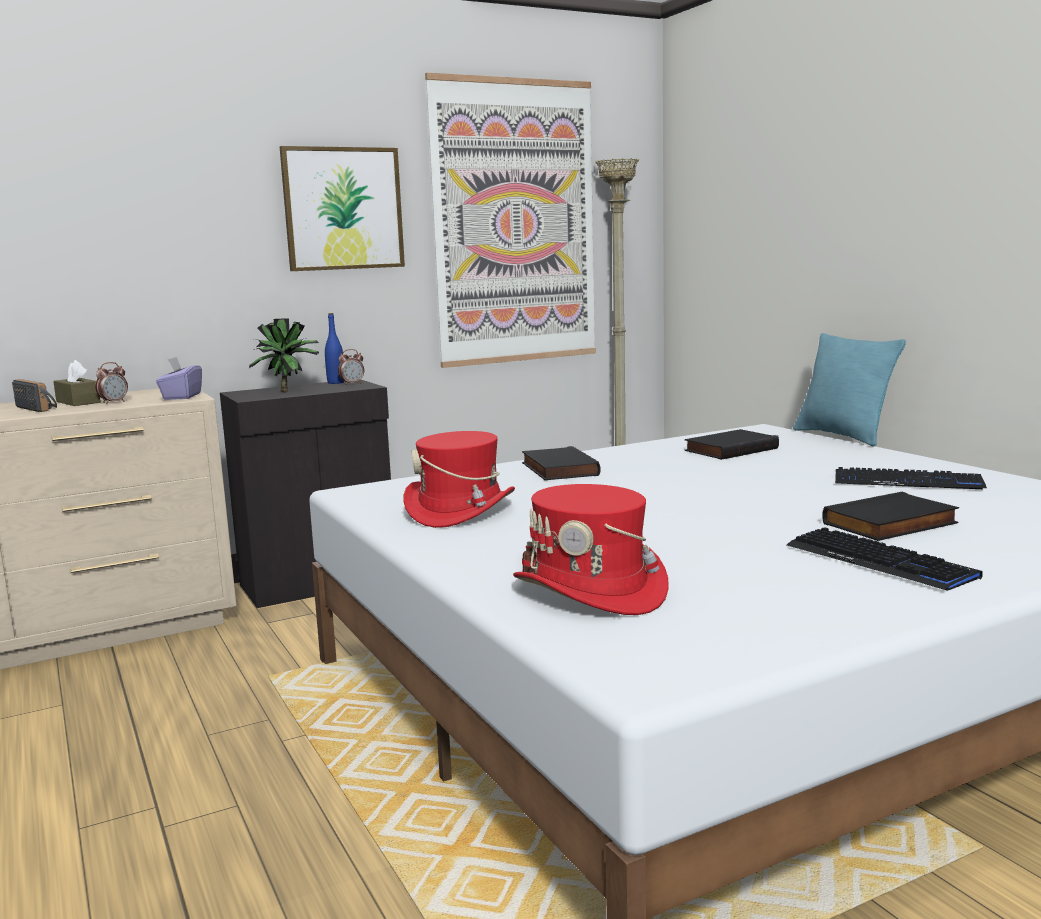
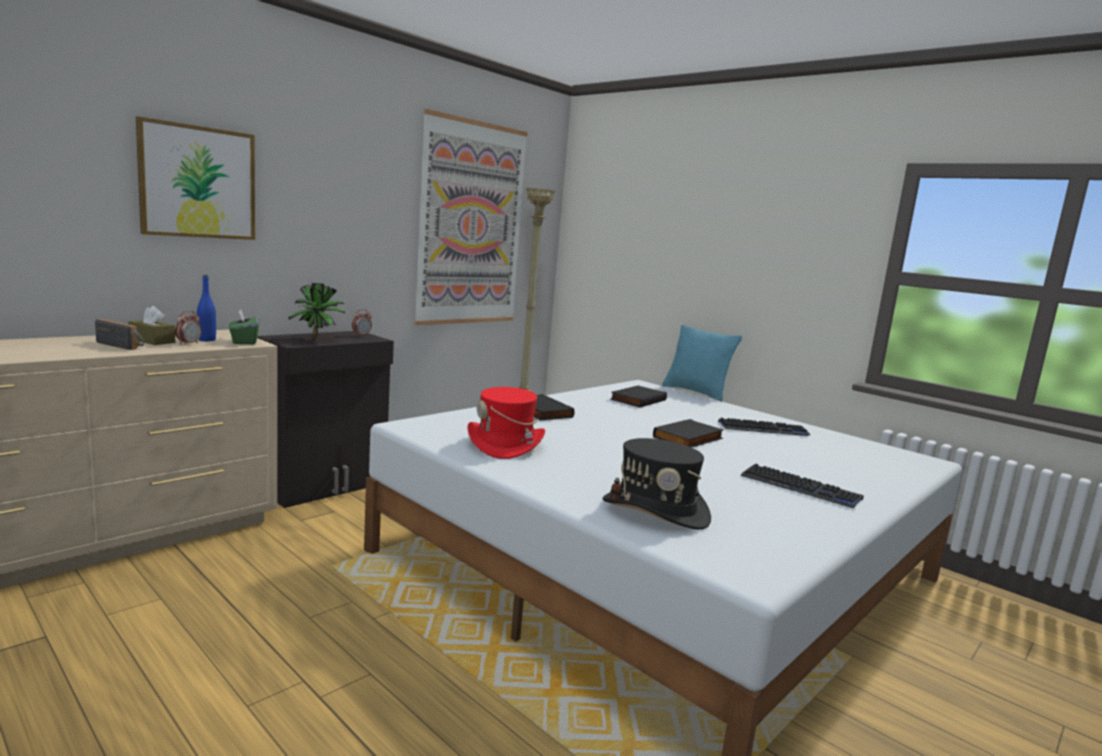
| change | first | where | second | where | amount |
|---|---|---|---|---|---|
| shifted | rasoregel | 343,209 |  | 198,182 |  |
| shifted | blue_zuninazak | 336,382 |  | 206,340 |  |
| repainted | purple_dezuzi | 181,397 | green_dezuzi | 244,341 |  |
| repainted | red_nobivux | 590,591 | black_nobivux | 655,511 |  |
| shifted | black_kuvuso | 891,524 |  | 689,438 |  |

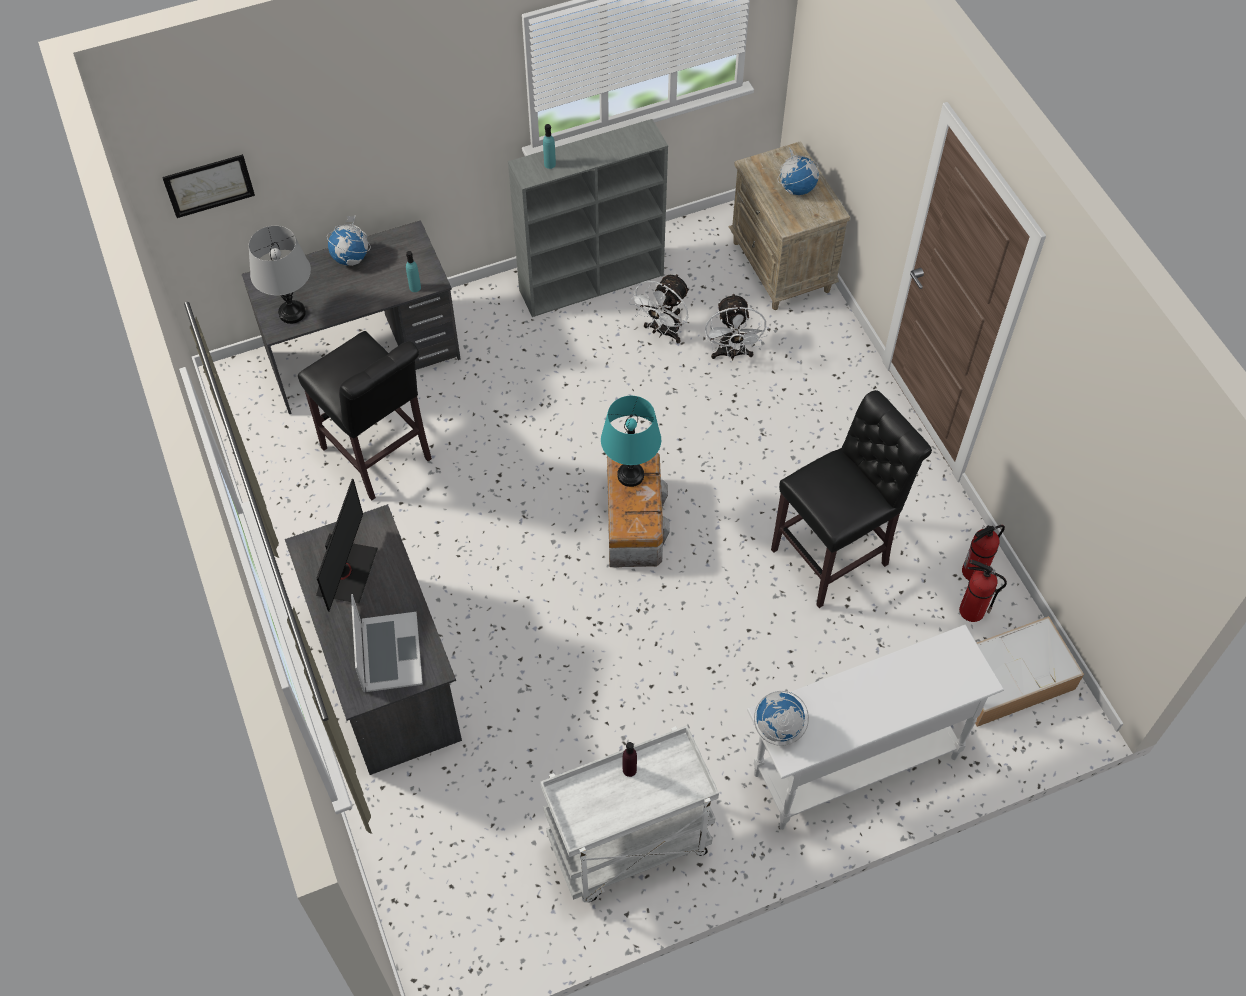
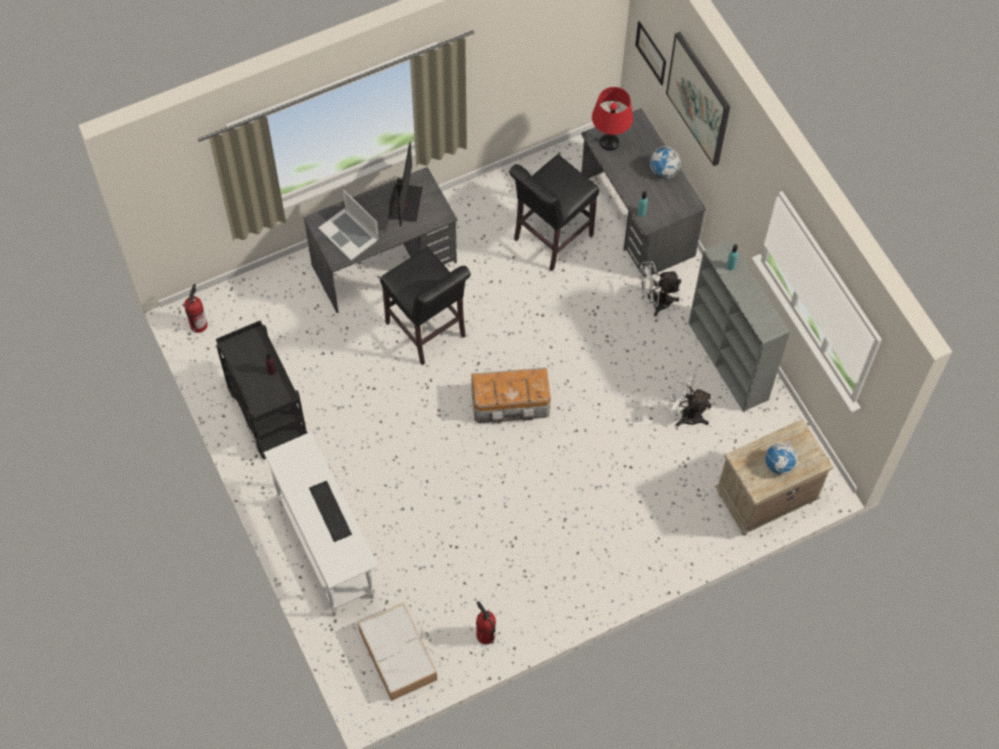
| change | first | where | second | where | amount |
|---|---|---|---|---|---|
| shifted | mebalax | 970,611 |  | 198,324 |  |
| repainted | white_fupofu | 628,847 | black_fupofu | 266,414 |  |
| new |  |  | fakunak | 329,511 |  |
| rotated | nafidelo | 389,652 |  | 349,233 | 60 degrees clockwise |
| shifted | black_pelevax | 835,555 |  | 428,332 |  |
| rotated | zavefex | 346,572 |  | 404,203 | 90 degrees counterclockwise |
| repainted | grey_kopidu | 292,313 | red_kopidu | 609,143 |  |
| shifted | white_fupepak | 731,354 |  | 655,302 |  |
| new |  |  | rasoregel | 699,98 |  |
| gone | turquoise_kopidu | 630,475 |  |  |  |
| gone | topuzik | 778,728 |  |  |  |

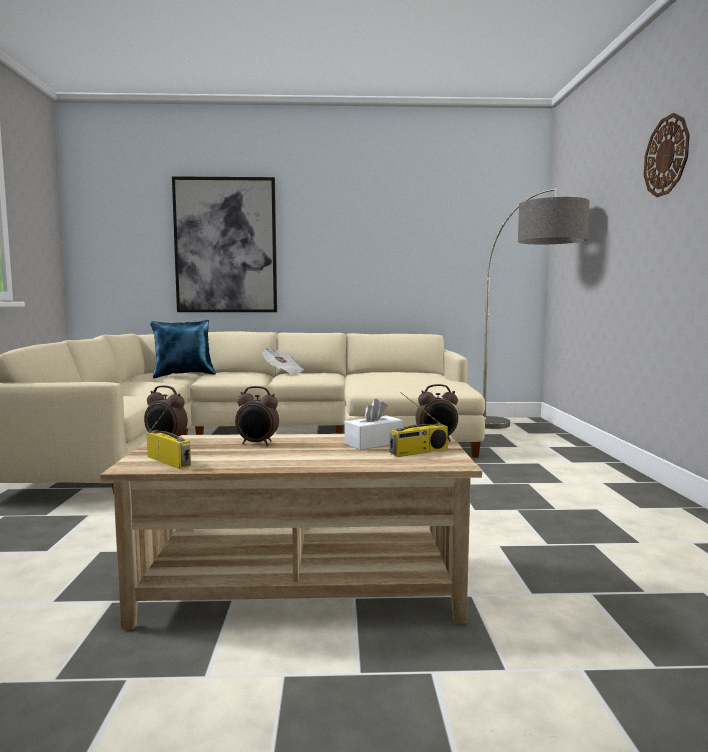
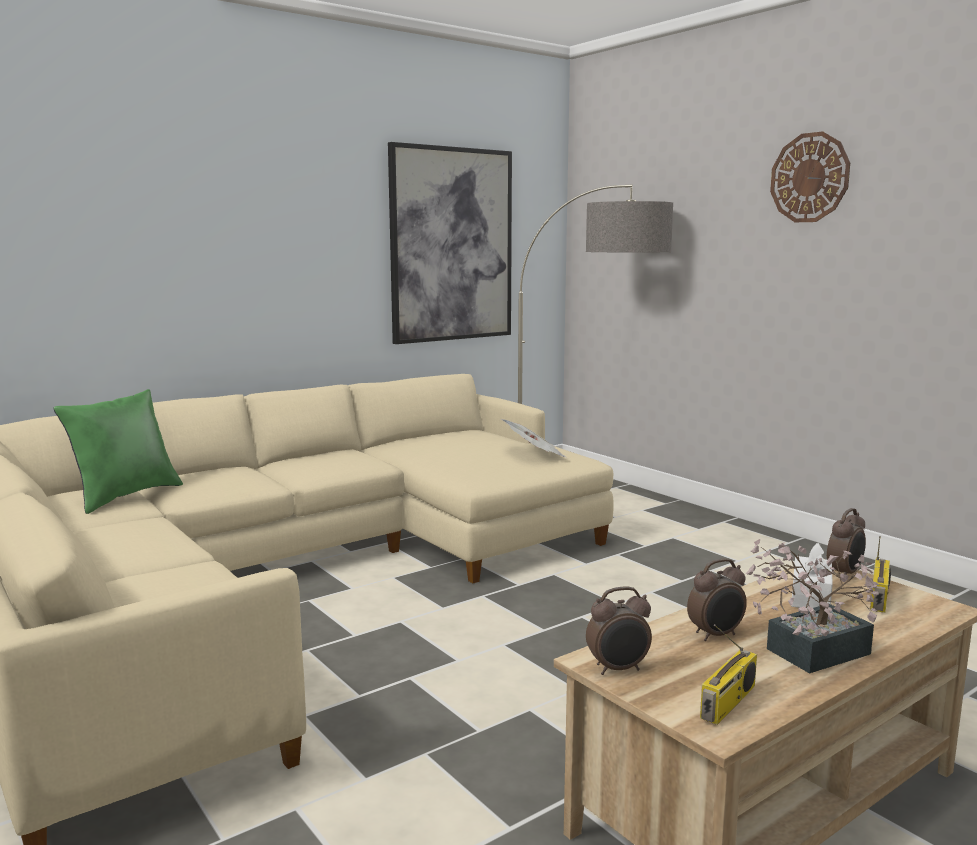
| change | first | where | second | where | amount |
|---|---|---|---|---|---|
| repainted | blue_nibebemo | 183,375 | green_nibebemo | 125,496 |  |
| shifted | rasoregel | 226,246 |  | 451,245 |  |
| shifted | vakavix | 283,373 |  | 534,455 |  |
| rotated | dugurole | 170,461 |  | 728,703 | 120 degrees clockwise |
| new |  |  | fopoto | 808,653 |  |

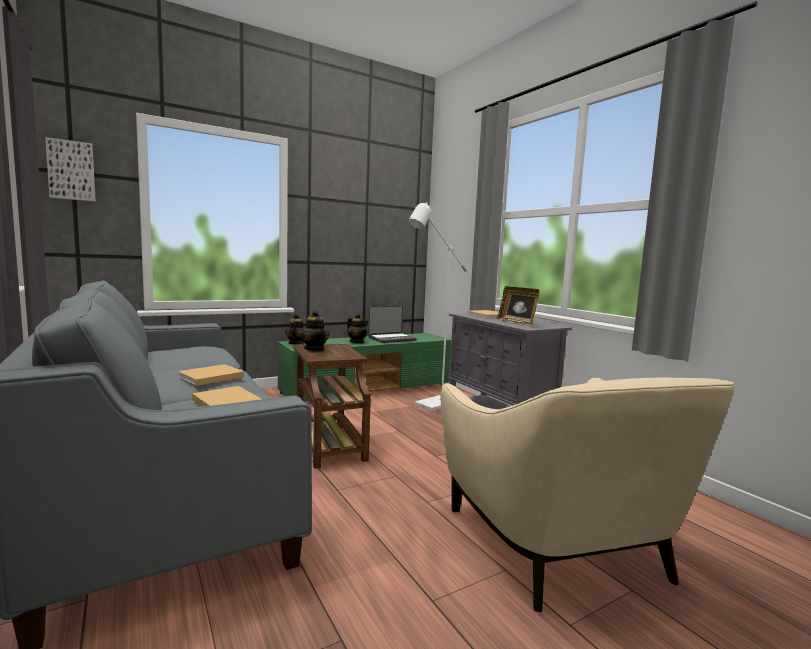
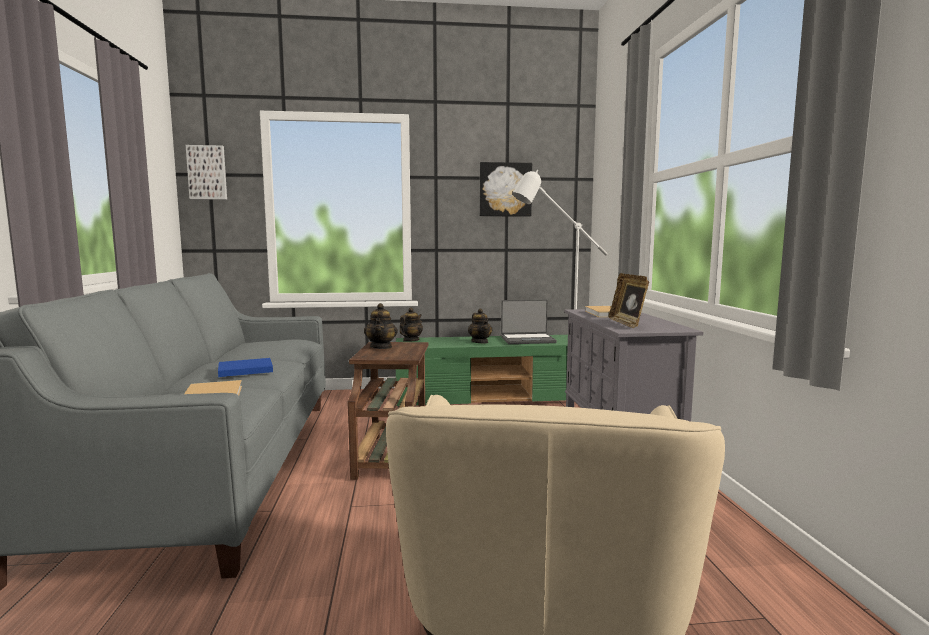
| change | first | where | second | where | amount |
|---|---|---|---|---|---|
| repainted | beige_kuvuso | 209,377 | blue_kuvuso | 243,370 |  |
| new |  |  | rasoregel | 505,189 |  |

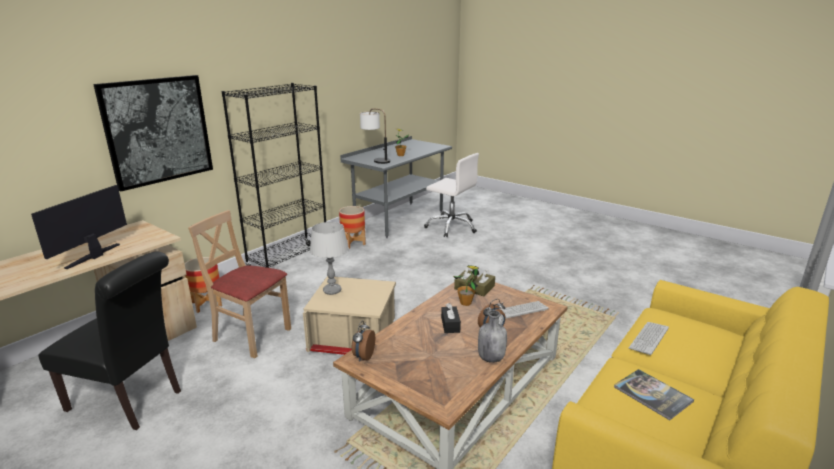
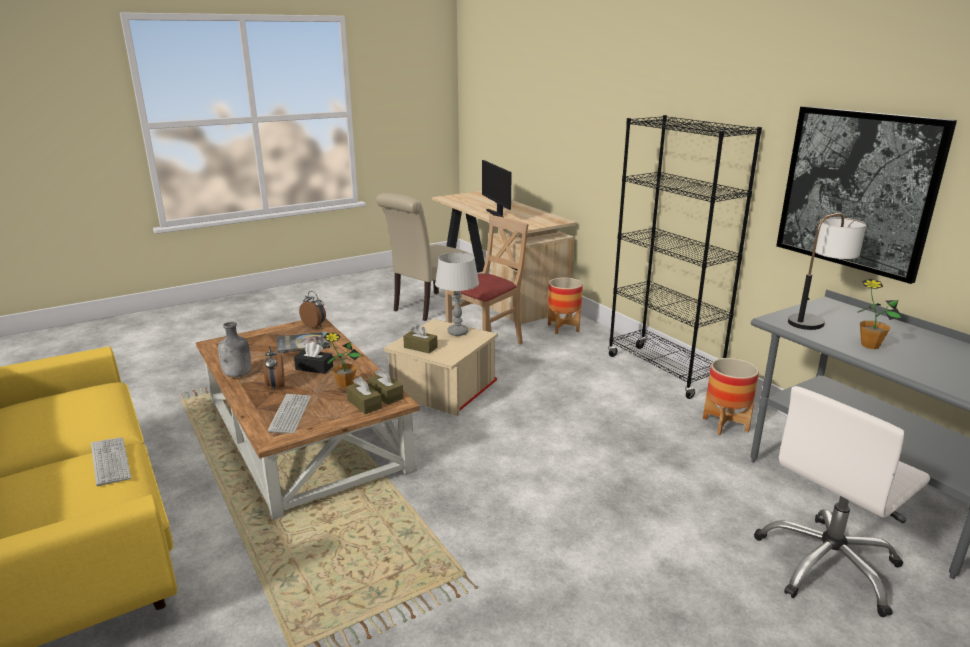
| change | first | where | second | where | amount |
|---|---|---|---|---|---|
| shifted | kuvuso | 652,394 |  | 303,343 |  |
| repainted | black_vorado | 130,401 | beige_vorado | 428,307 |  |
| new |  |  | brown_dezuzi | 420,347 |  |
| rotated | zavefex | 95,256 |  | 497,215 | 150 degrees counterclockwise |
| shifted | rasoregel | 158,131 |  | 857,190 |  |

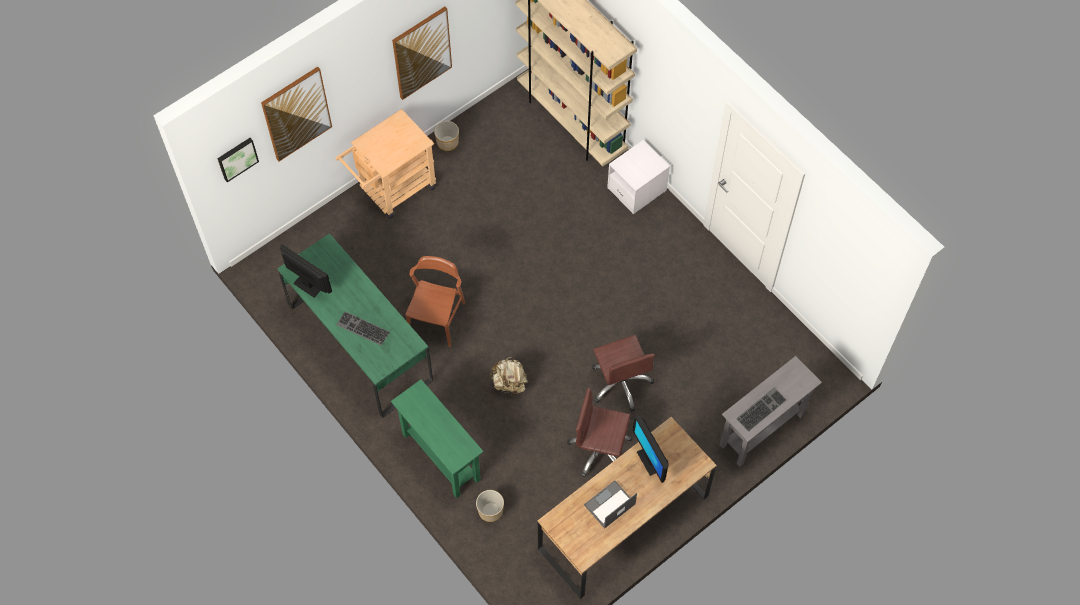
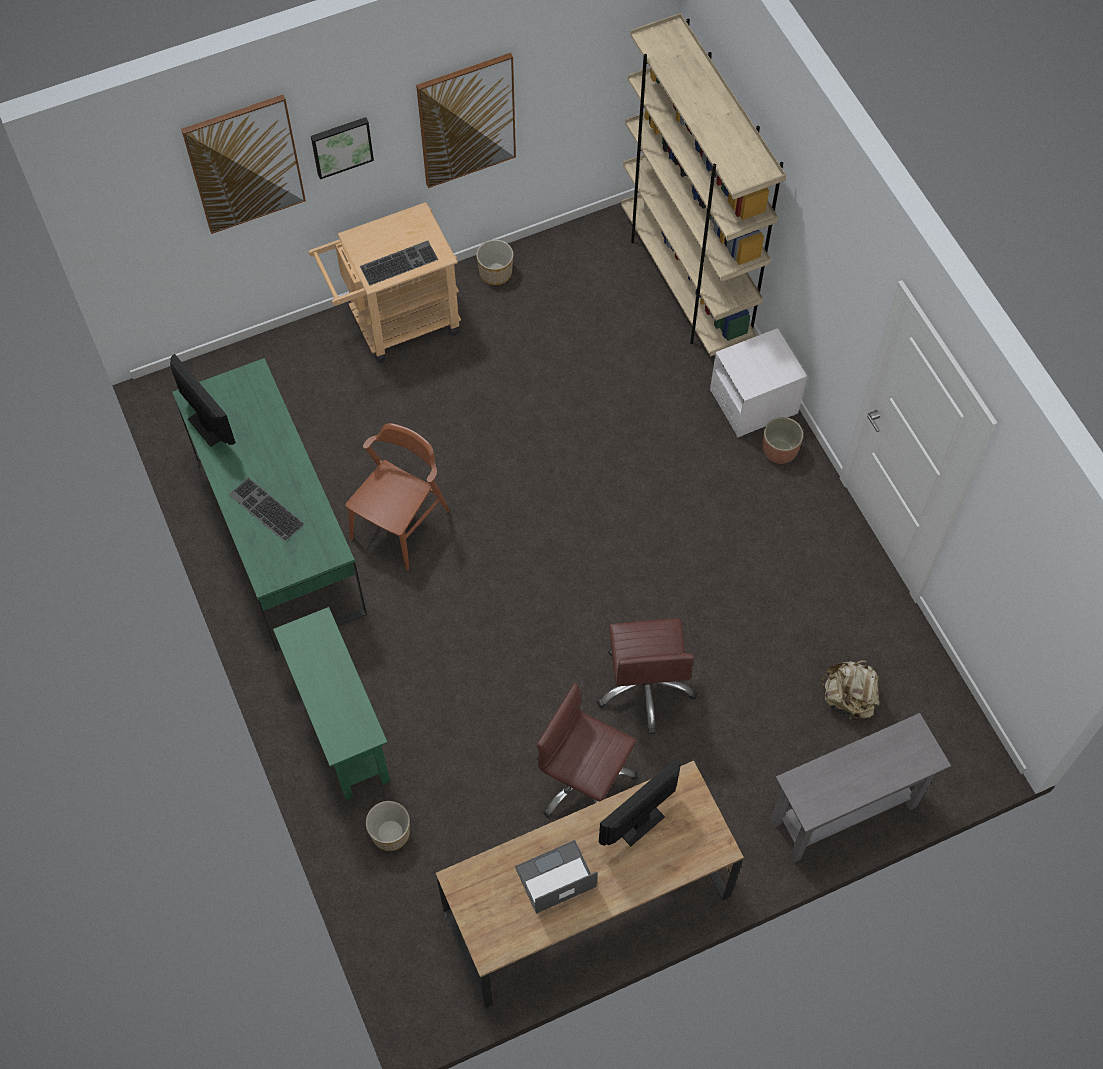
| change | first | where | second | where | amount |
|---|---|---|---|---|---|
| shifted | rasoregel | 237,158 |  | 341,146 |  |
| shifted | fakunak | 761,408 |  | 399,262 |  |
| rotated | zavefex | 649,460 |  | 639,822 | 60 degrees clockwise |
| new |  |  | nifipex | 779,451 |  |
| shifted | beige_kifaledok | 509,383 |  | 848,699 |  |

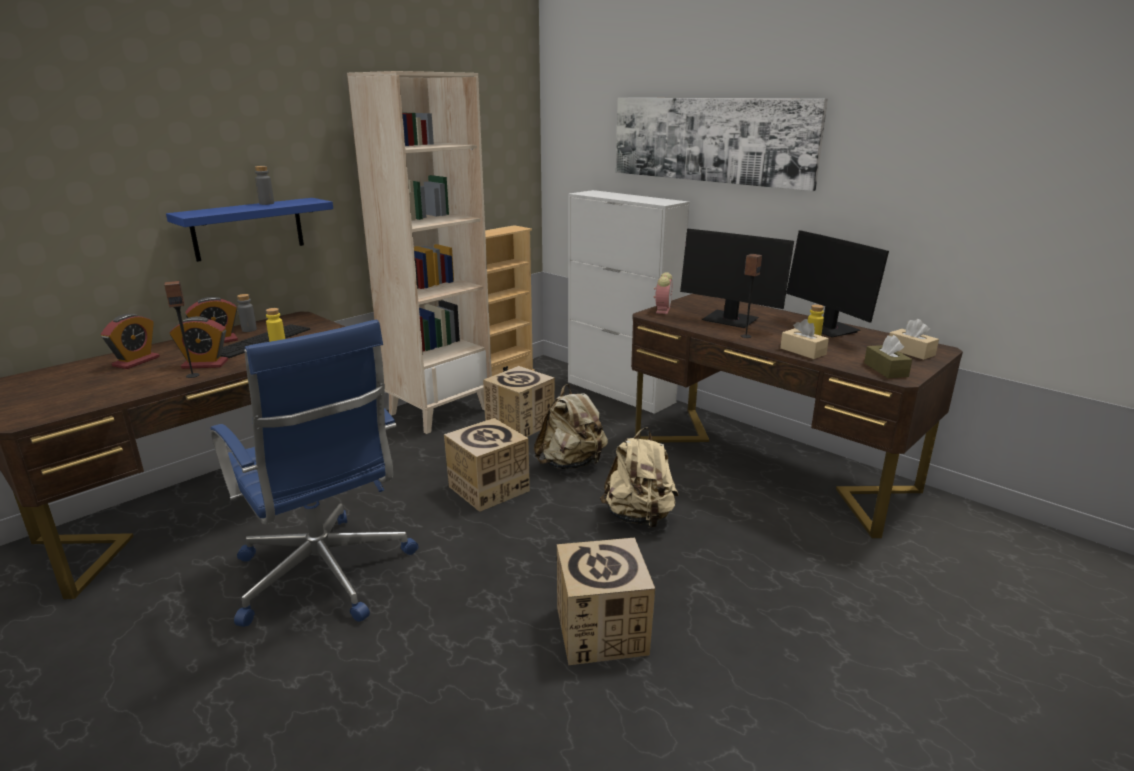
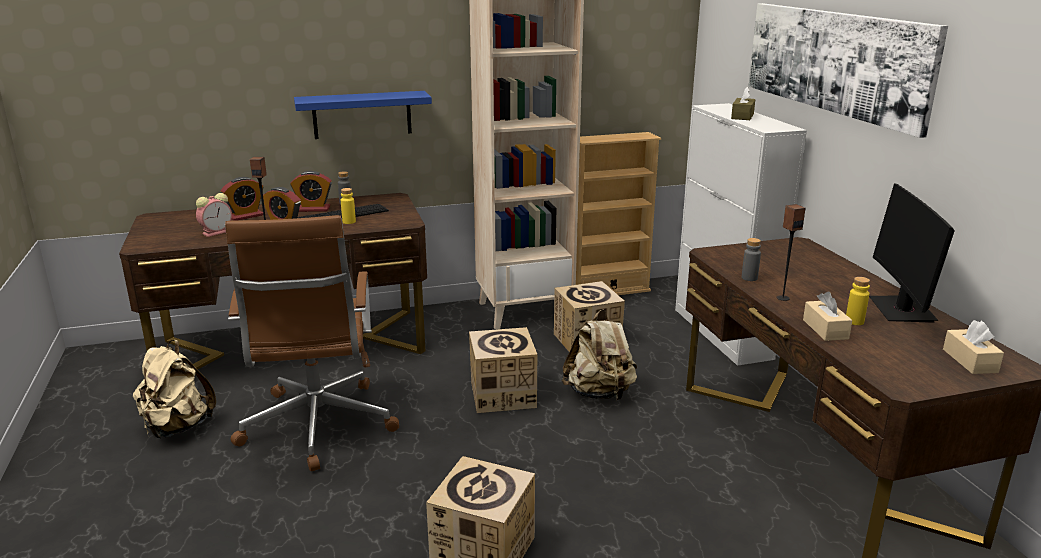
| change | first | where | second | where | amount |
|---|---|---|---|---|---|
| shifted | beige_kifaledok | 639,517 |  | 177,427 |  |
| shifted | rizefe | 662,310 |  | 217,232 |  |
| repainted | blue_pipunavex | 325,576 | brown_pipunavex | 317,427 |  |
| shifted | brown_dezuzi | 885,370 |  | 742,116 |  |
| shifted | grey_zuninazak | 267,203 |  | 749,278 |  |
| gone | zavefex | 730,320 |  |  |  |

